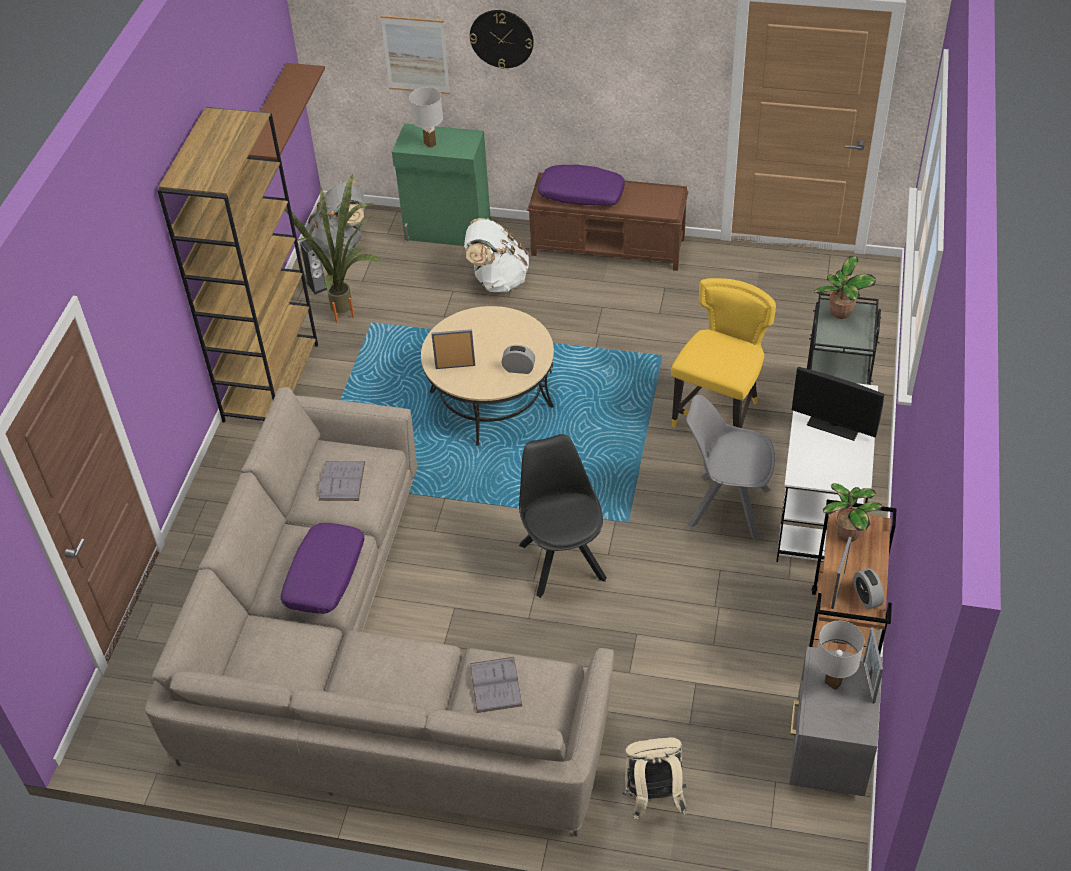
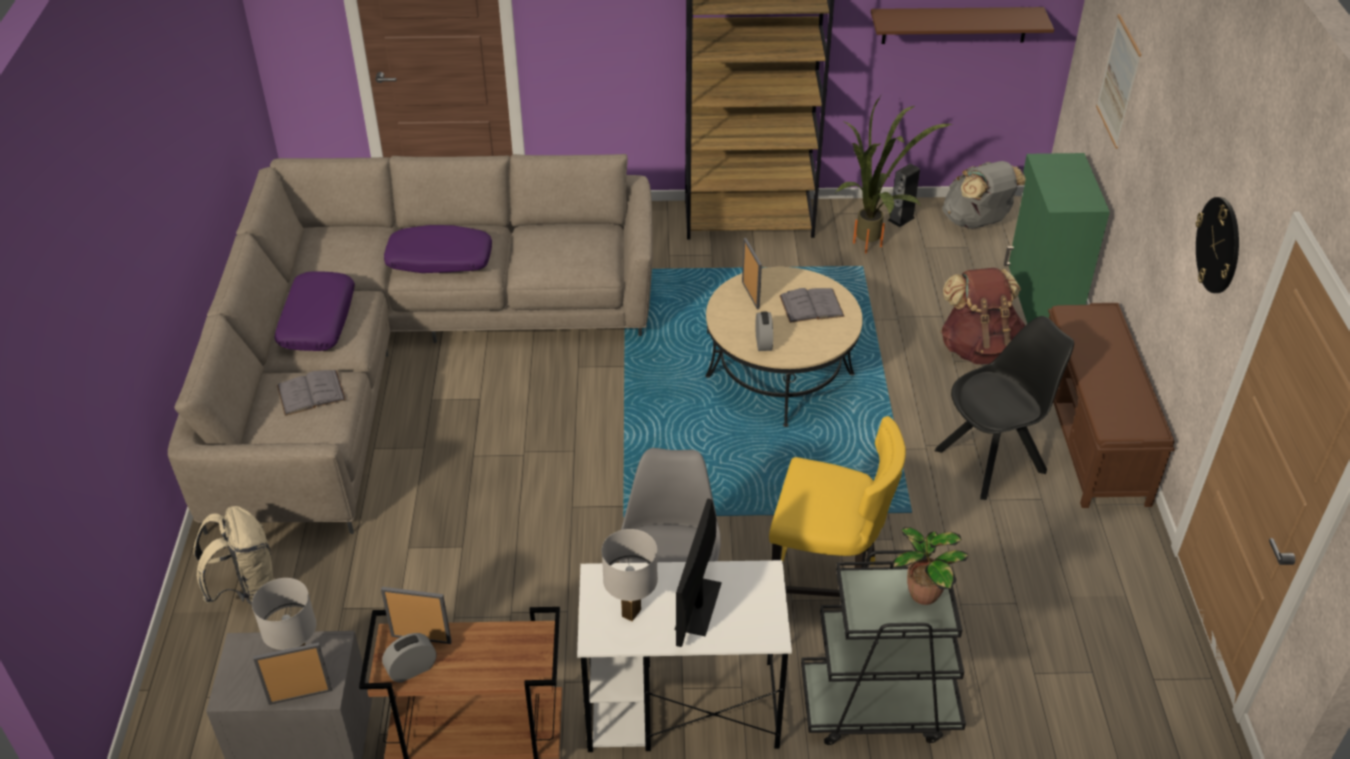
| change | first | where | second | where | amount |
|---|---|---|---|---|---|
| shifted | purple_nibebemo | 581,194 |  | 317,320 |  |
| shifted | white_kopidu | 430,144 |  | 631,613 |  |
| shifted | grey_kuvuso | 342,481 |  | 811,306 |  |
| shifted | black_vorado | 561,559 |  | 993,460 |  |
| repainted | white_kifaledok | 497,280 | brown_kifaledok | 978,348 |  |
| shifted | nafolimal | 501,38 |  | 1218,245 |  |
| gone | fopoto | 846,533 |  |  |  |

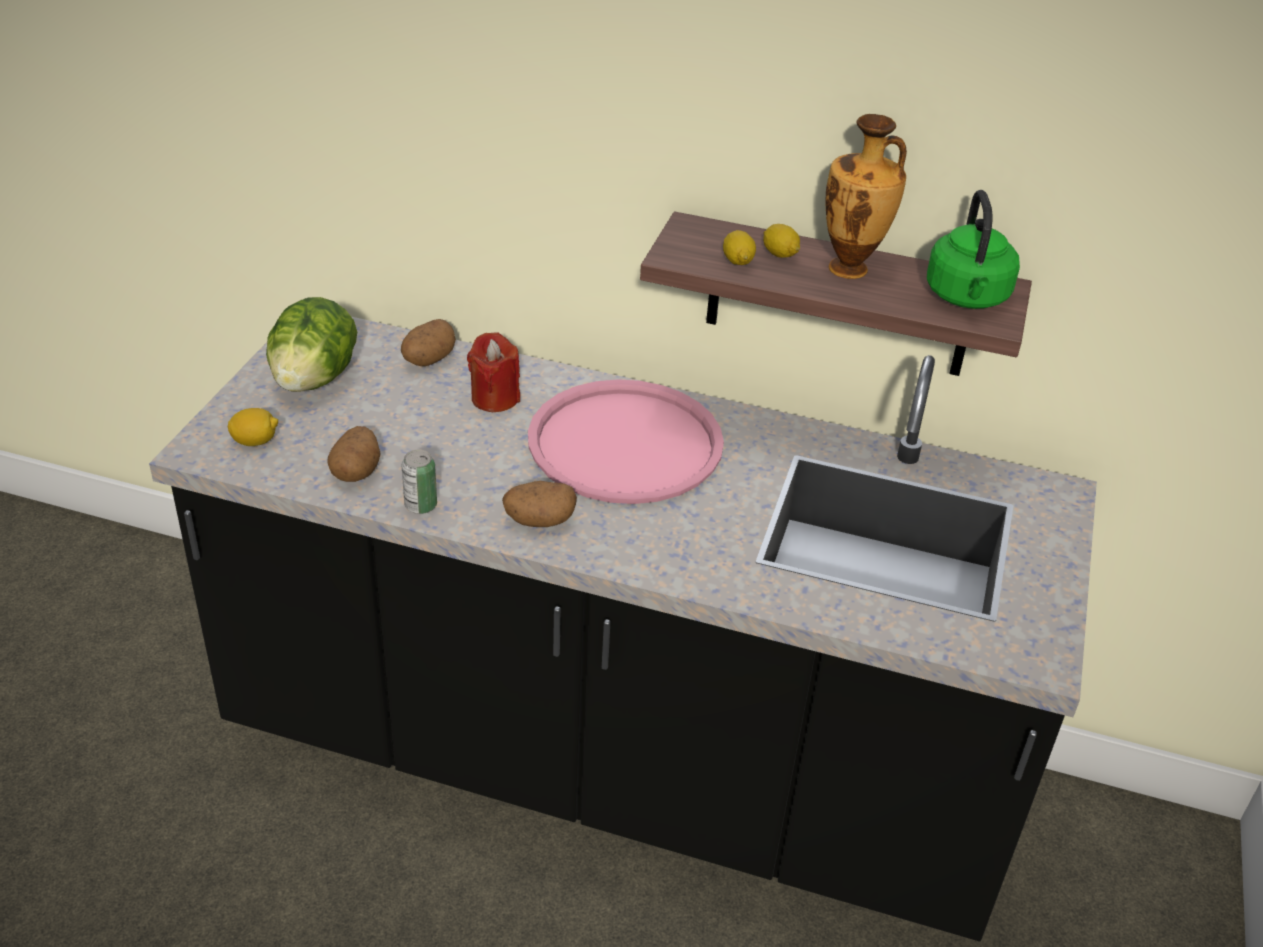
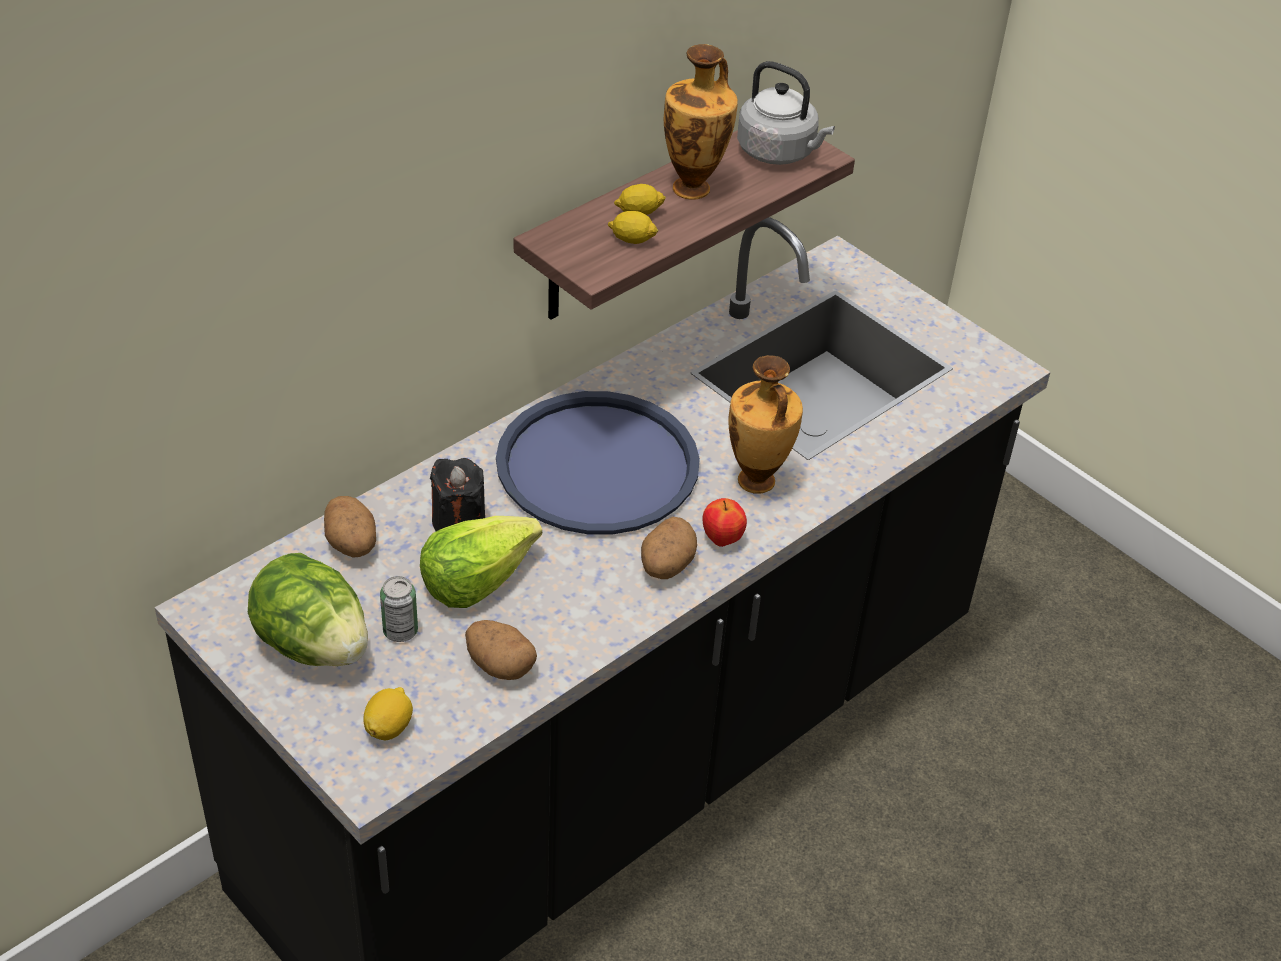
| change | first | where | second | where | amount |
|---|---|---|---|---|---|
| shifted | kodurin | 421,506 |  | 400,631 |  |
| new |  |  | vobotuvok | 476,579 |  |
| repainted | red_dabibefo | 495,398 | black_dabibefo | 458,522 |  |
| repainted | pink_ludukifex | 625,443 | blue_ludukifex | 597,465 |  |
| new |  |  | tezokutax | 722,539 |  |
| new |  |  | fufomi | 756,483 |  |
| repainted | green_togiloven | 967,298 | grey_togiloven | 779,152 |  |

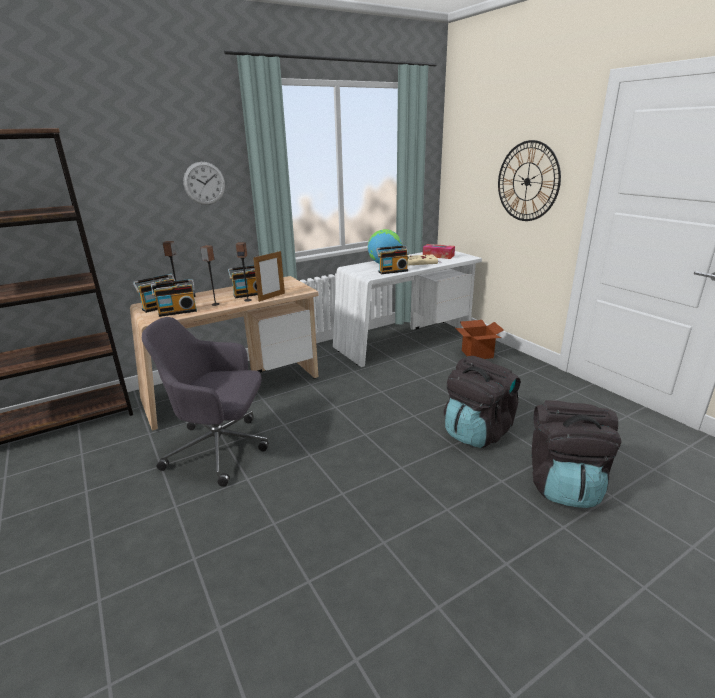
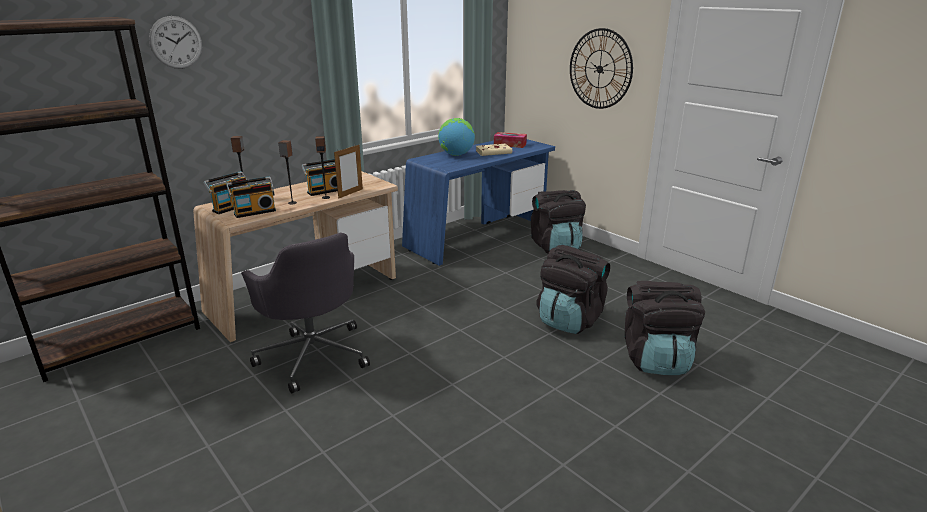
| change | first | where | second | where | amount |
|---|---|---|---|---|---|
| shifted | nafolimal | 204,183 |  | 176,42 |  |
| rotated | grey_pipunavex | 220,449 |  | 313,354 | 120 degrees counterclockwise |
| repainted | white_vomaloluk | 405,341 | blue_vomaloluk | 479,237 |  |
| swapped | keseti | 477,354 | black_kifaledok | 555,246 |  |
| gone | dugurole | 392,271 |  |  |  |

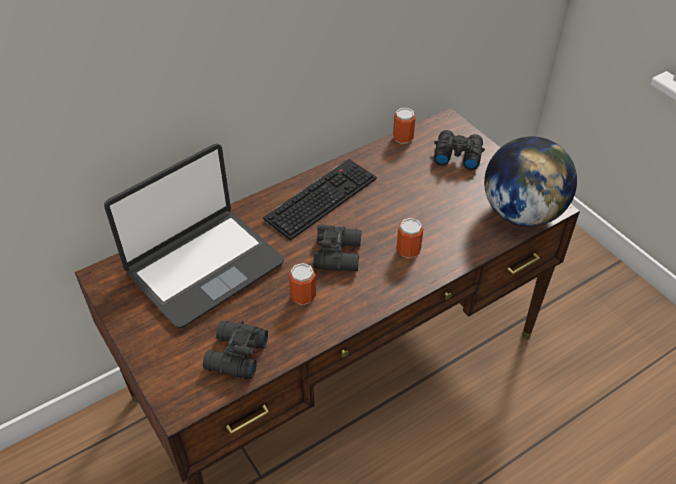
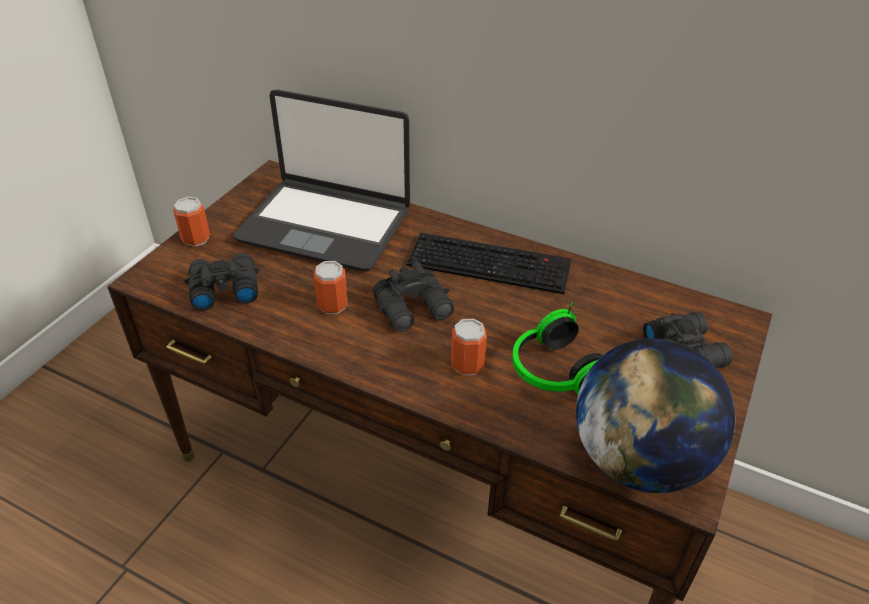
| change | first | where | second | where | amount |
|---|---|---|---|---|---|
| shifted | kodurin | 403,138 |  | 196,239 |  |
| new |  |  | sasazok | 553,372 |  |

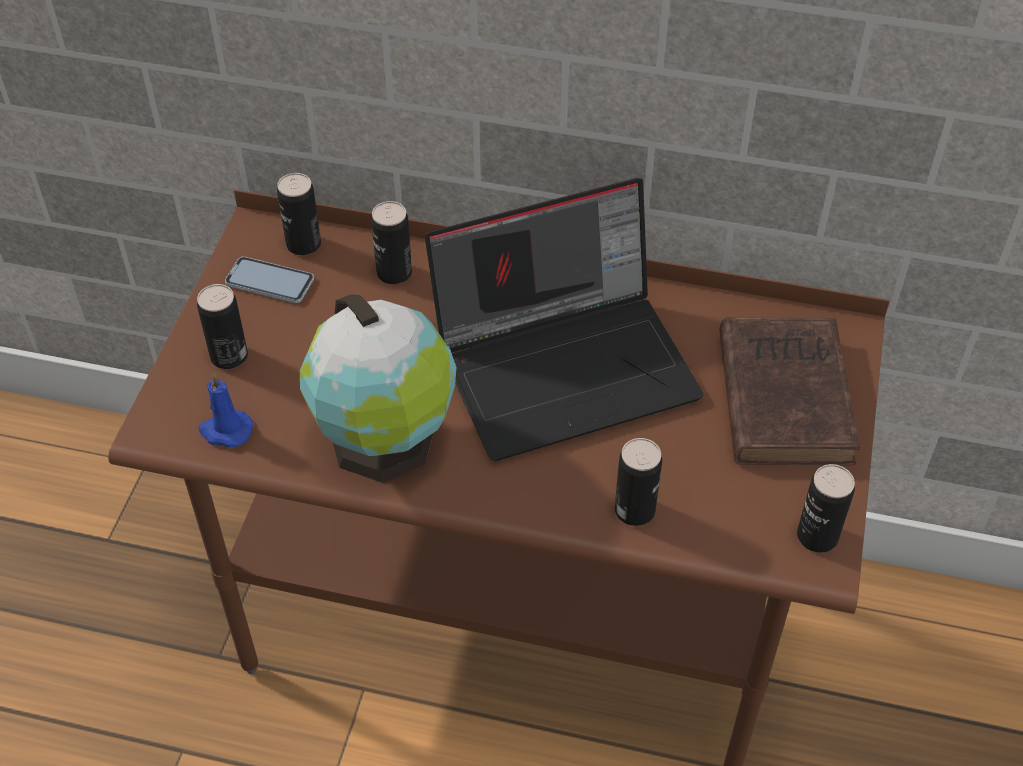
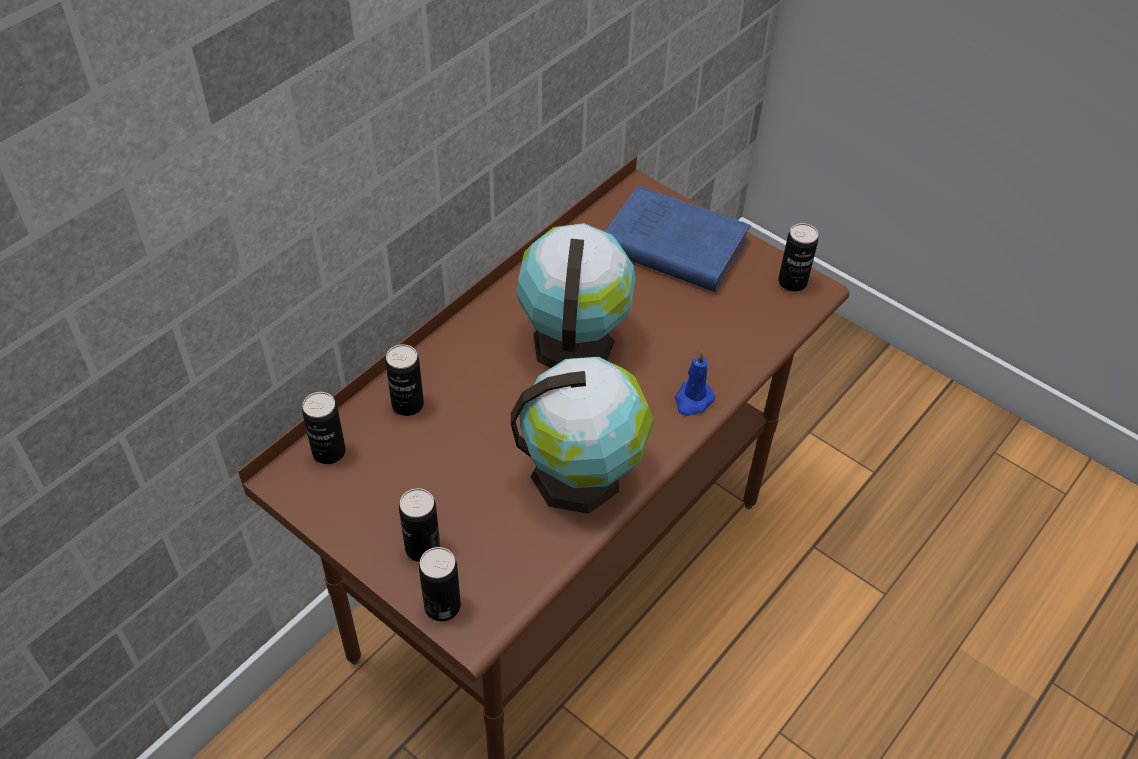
| change | first | where | second | where | amount |
|---|---|---|---|---|---|
| shifted | kodurin | 634,510 |  | 442,606 |  |
| swapped | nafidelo | 567,364 | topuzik | 573,340 |  |
| repainted | brown_kuvuso | 783,394 | blue_kuvuso | 670,244 |  |
| shifted | blue_dabibefo | 225,430 |  | 693,400 |  |
| gone | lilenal | 270,281 |  |  |  |

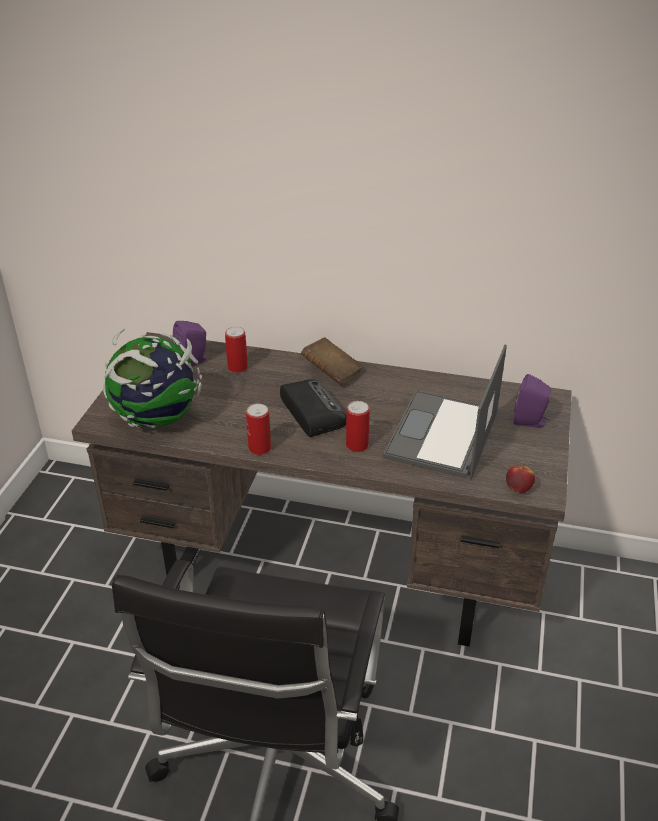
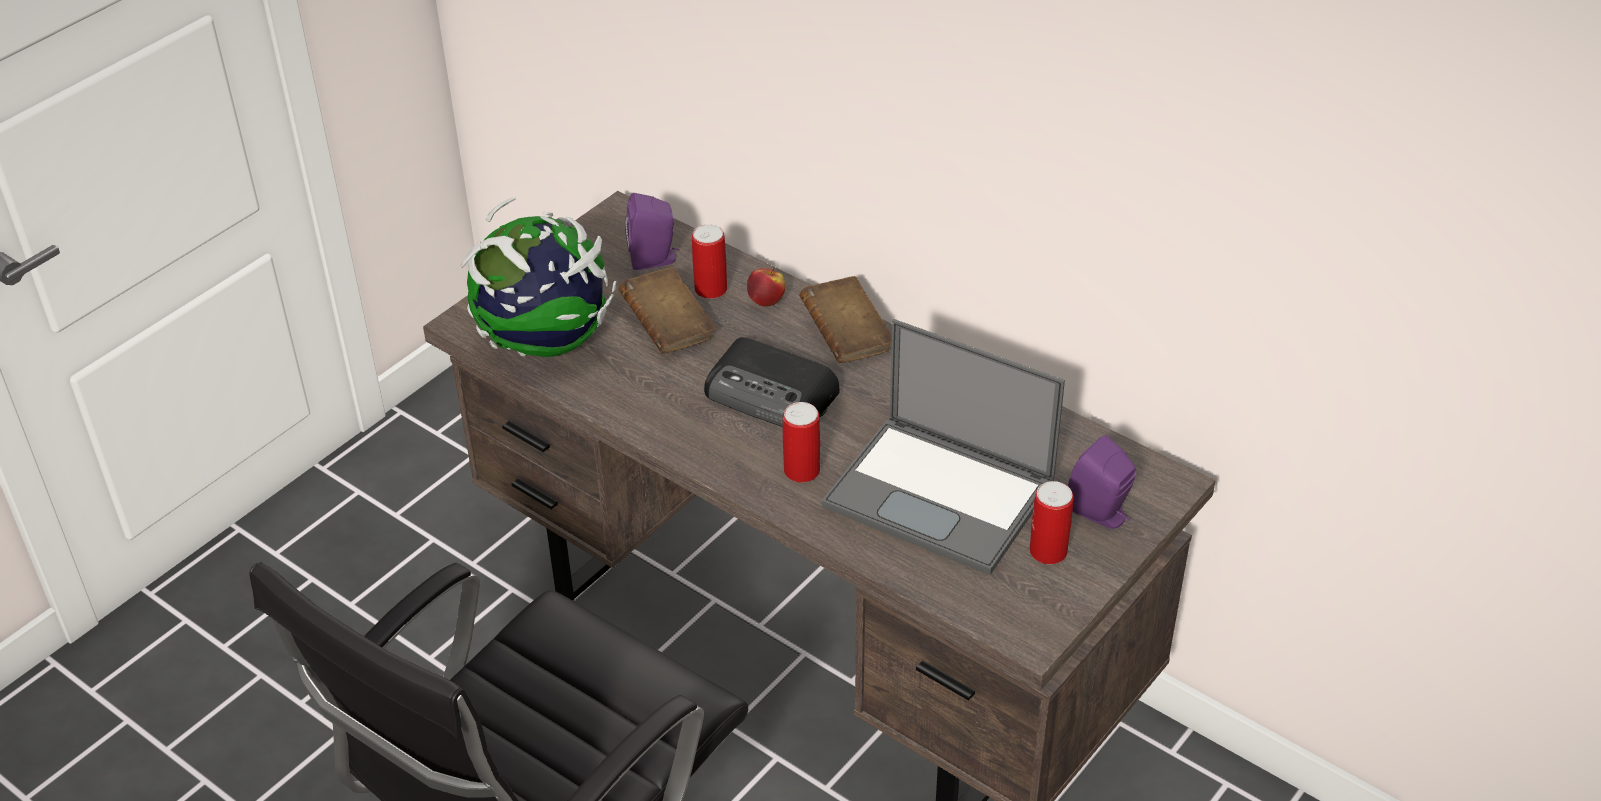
| change | first | where | second | where | amount |
|---|---|---|---|---|---|
| new |  |  | brown_kuvuso | 668,329 |  |
| rotated | dugurole | 311,411 |  | 772,394 | 120 degrees clockwise |
| shifted | tezokutax | 518,488 |  | 766,301 |  |
| rotated | nafidelo | 442,436 |  | 942,495 | 105 degrees counterclockwise |
| shifted | kodurin | 259,448 |  | 1048,551 |  |

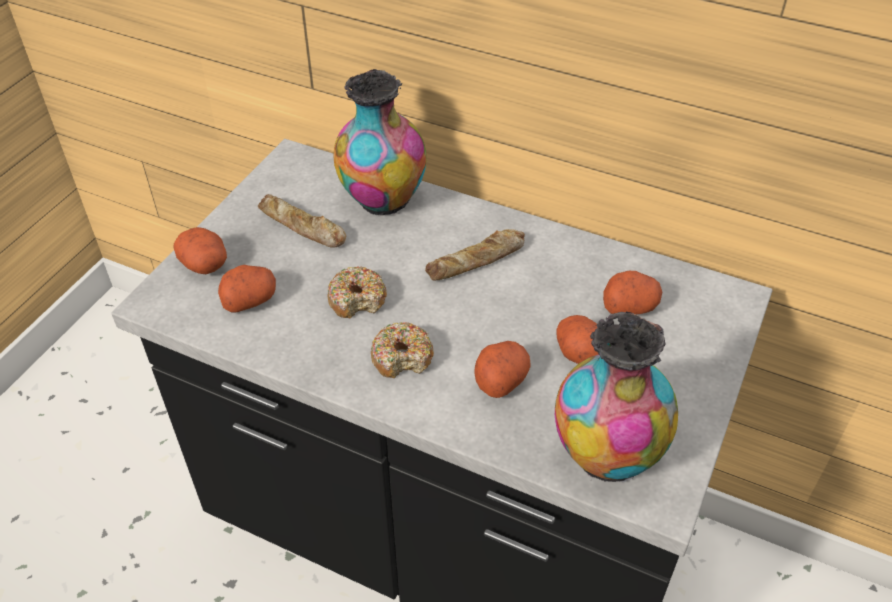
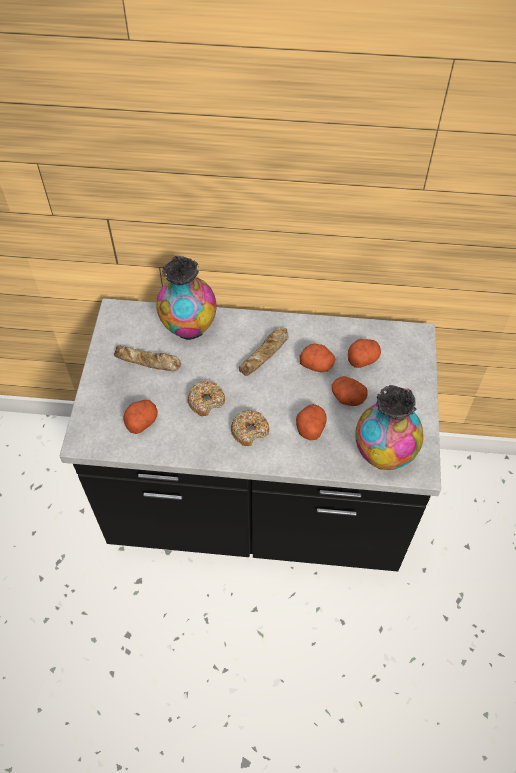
| change | first | where | second | where | amount |
|---|---|---|---|---|---|
| shifted | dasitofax | 205,264 |  | 317,364 |  |

